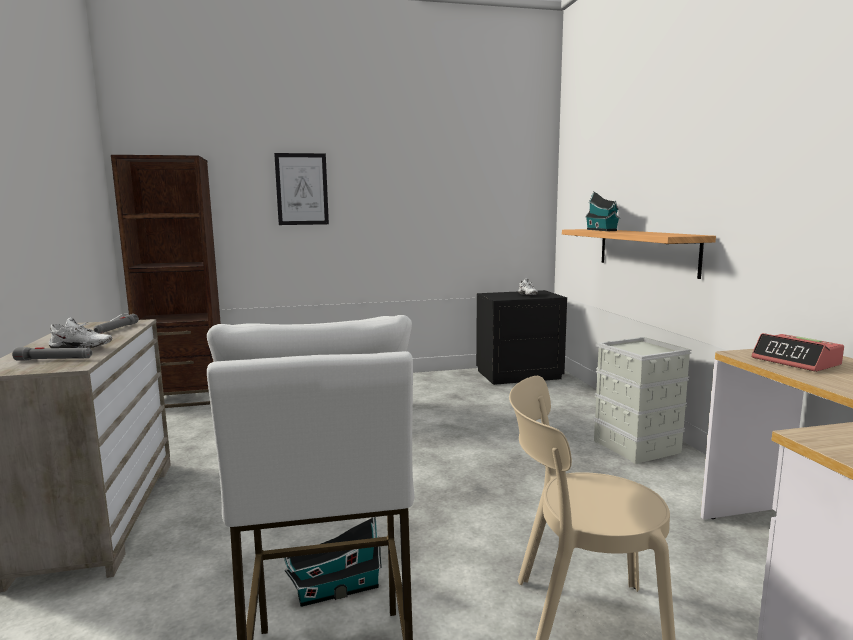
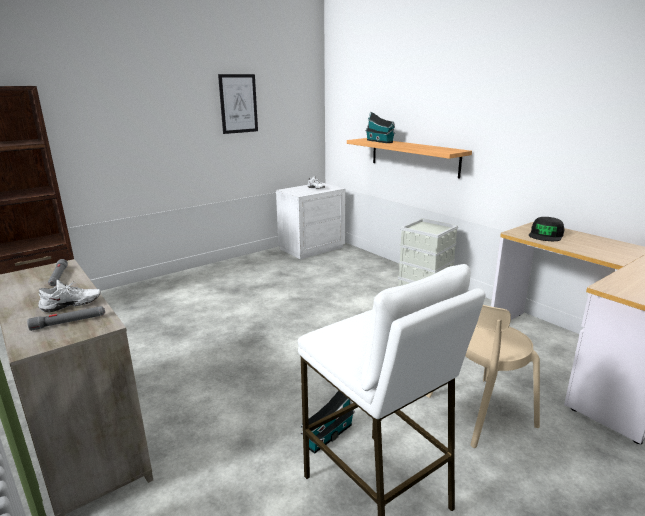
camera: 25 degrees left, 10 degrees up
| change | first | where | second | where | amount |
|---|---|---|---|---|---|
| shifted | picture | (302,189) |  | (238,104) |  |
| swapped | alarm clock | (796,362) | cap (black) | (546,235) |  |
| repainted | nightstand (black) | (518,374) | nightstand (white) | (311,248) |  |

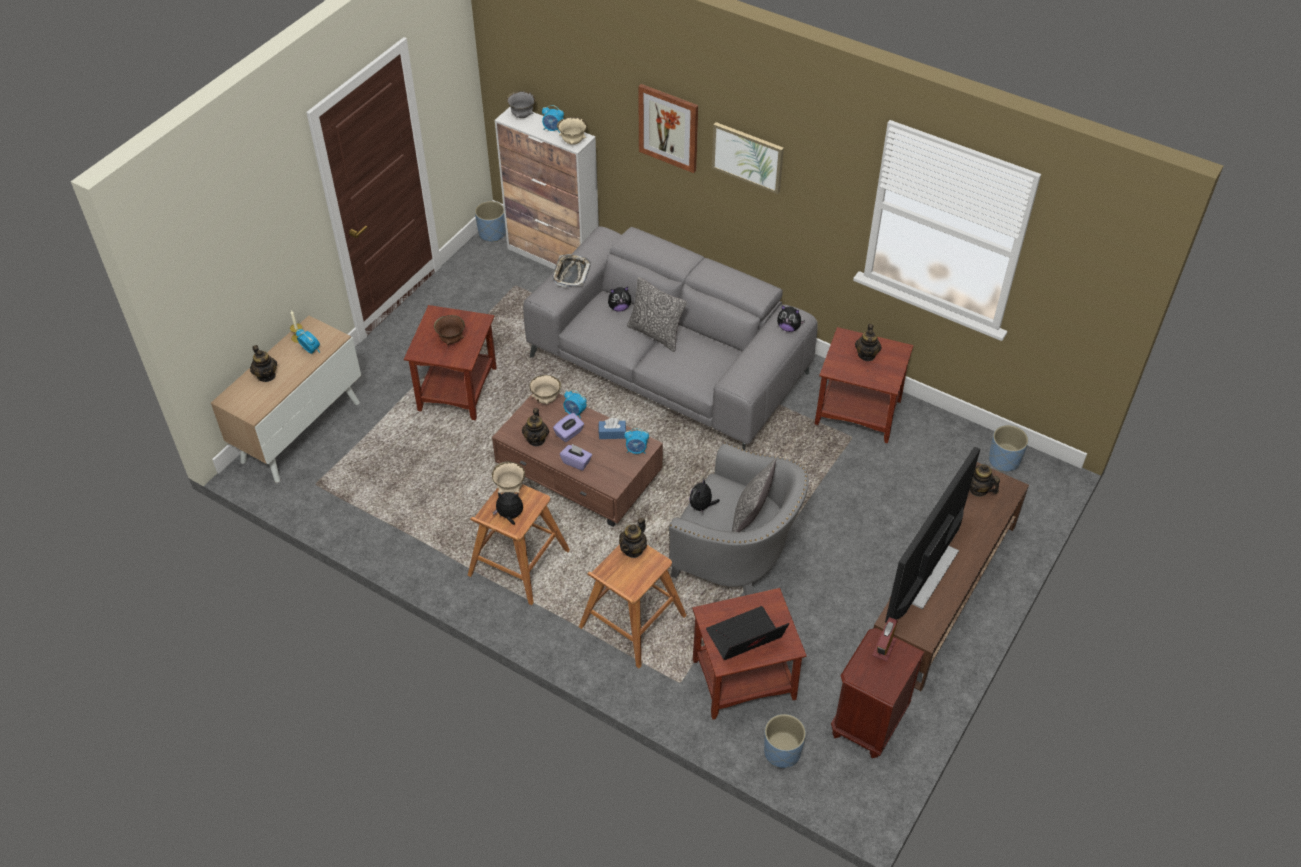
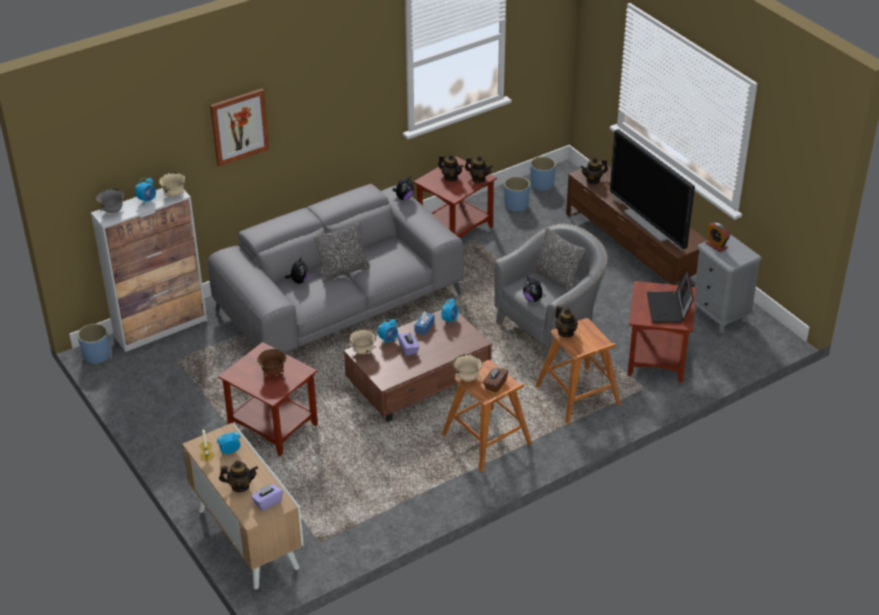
camera: 65 degrees left, 10 degrees down
| change | first | where | second | where | amount |
|---|---|---|---|---|---|
| gone | tray | (571,273) |  |  |  |
| gone | picture | (747,157) |  |  |  |
| shifted | teapot | (536,439) |  | (478,179) |  |
| shifted | tissue box (purple) | (576,462) |  | (267,502) |  |
| shifted | planter (blue) | (782,752) |  | (516,205) |  |
| swapped | plush toy | (510,516) | tissue box (brown) | (495,385) |  |
| repainted | nightstand (brown) | (868,723) | nightstand (grey) | (719,314) |  |

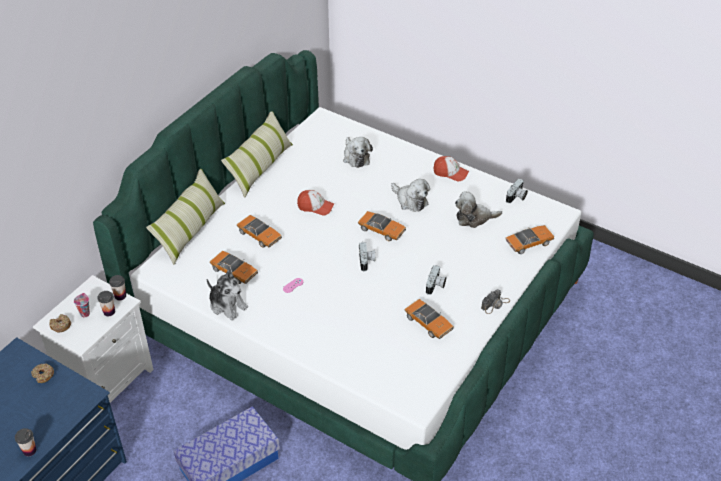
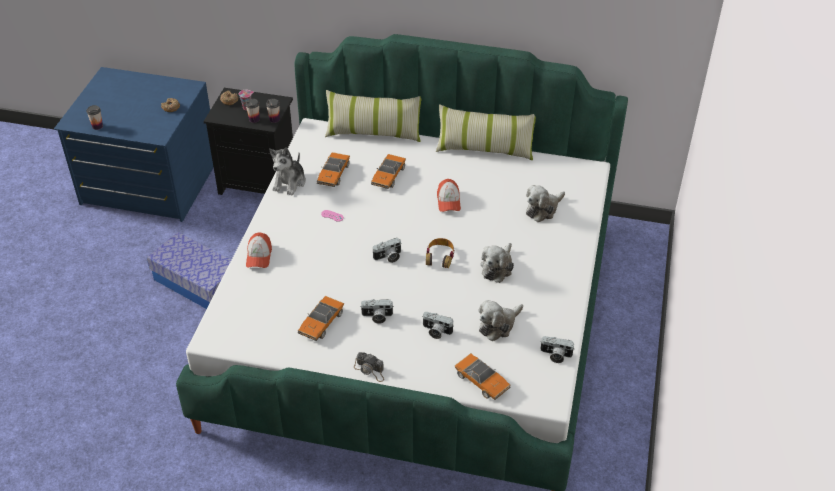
camera: 70 degrees right, 0 degrees up
| change | first | where | second | where | amount |
|---|---|---|---|---|---|
| new |  |  | photo camera | (436,331) |  |
| shifted | cap | (450,173) |  | (259,256) |  |
| swapped | toy car | (381,230) | headphones | (439,256) |  |
| repainted | nightstand (white) | (106,380) | nightstand (black) | (260,182) |  |
| rotated | plush toy | (474,218) |  | (498,325) | 105 degrees counterclockwise |

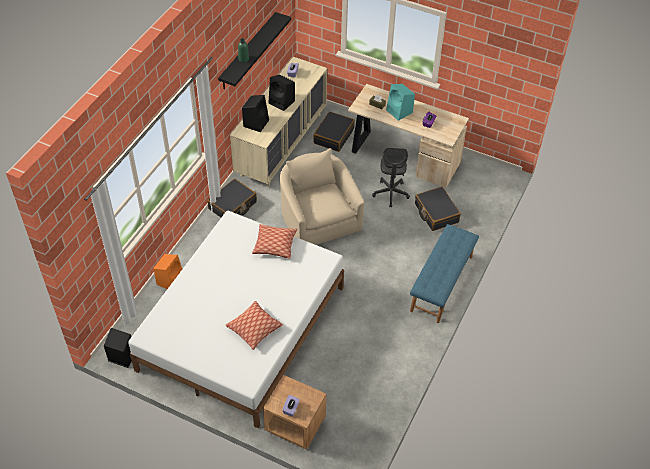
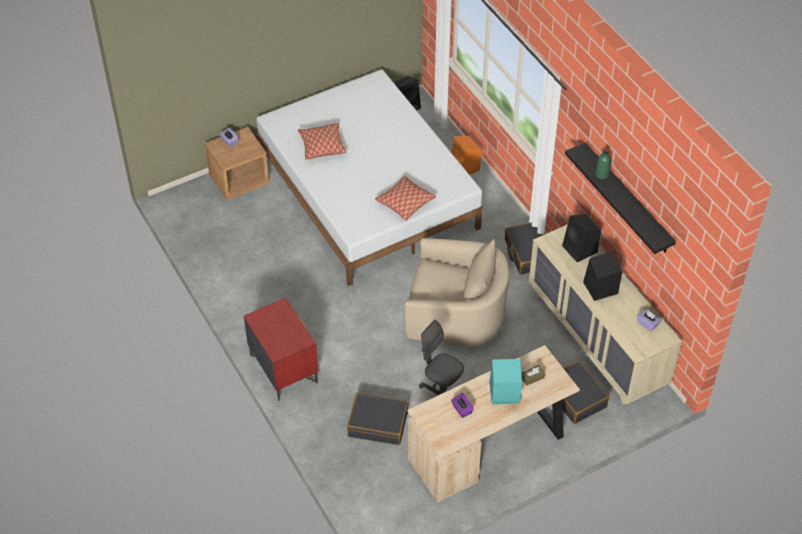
camera: 125 degrees right, 0 degrees up
| change | first | where | second | where | amount |
|---|---|---|---|---|---|
| swapped | bench (blue) | (442,284) | nightstand (red) | (283,368) |  |

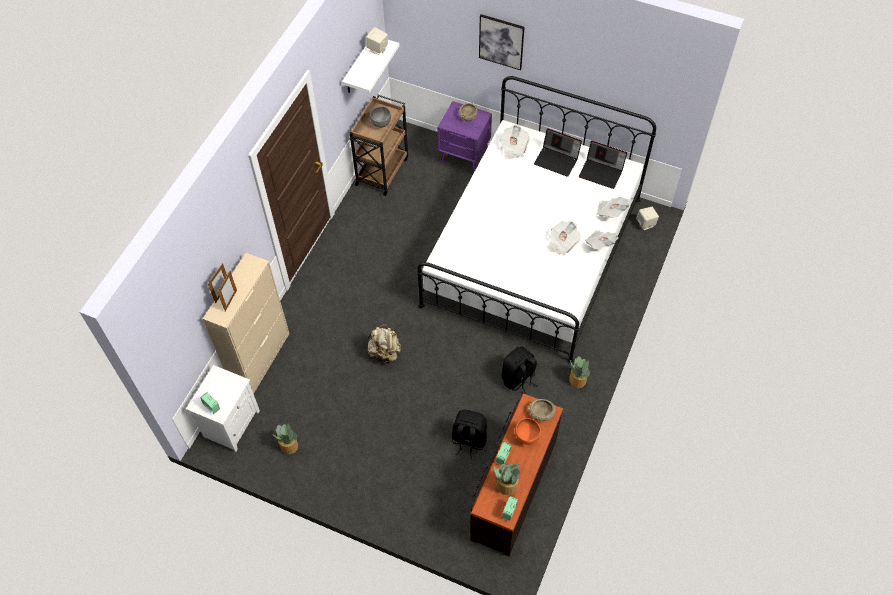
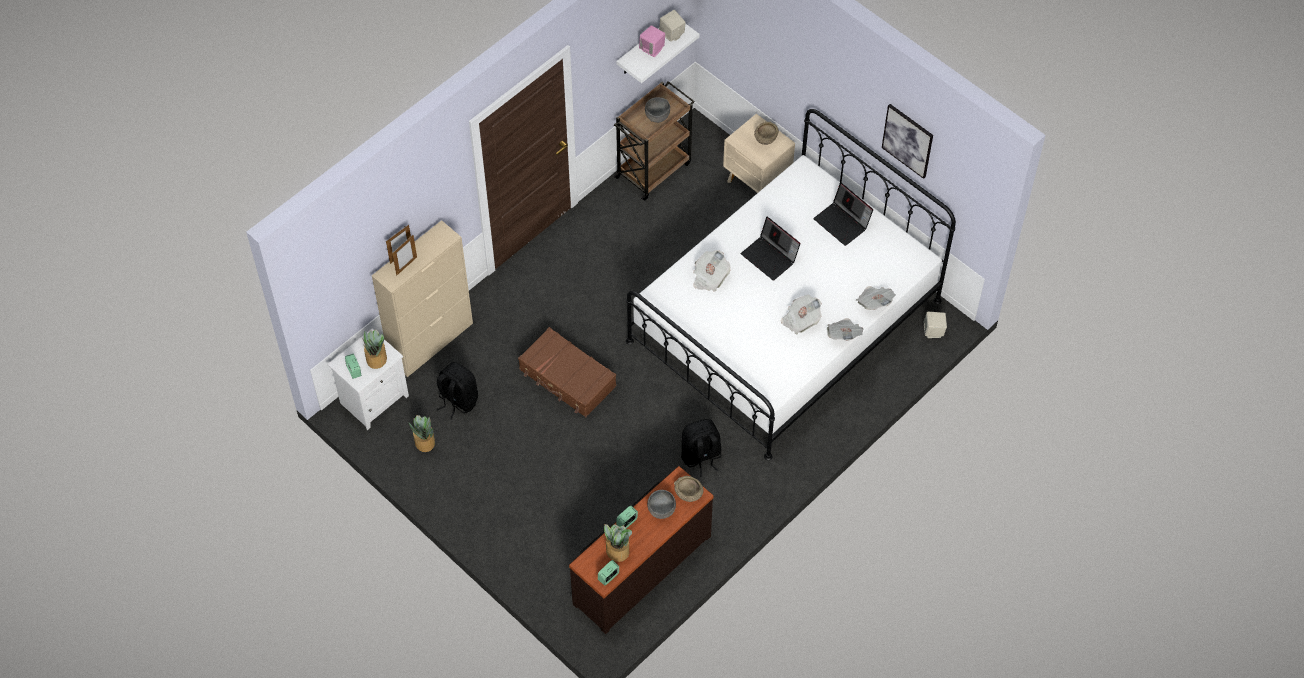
camera: 20 degrees right, 0 degrees up
| change | first | where | second | where | amount |
|---|---|---|---|---|---|
| new |  |  | speaker (pink) | (652,49) |  |
| shifted | backpack (black) | (468,440) |  | (457,400) |  |
| shifted | picture | (501,41) |  | (908,140) |  |
| shifted | newspaper | (513,148) |  | (709,277) |  |
| shifted | potted plant | (577,380) |  | (376,359) |  |
| shifted | laptop | (601,172) |  | (770,257) |  |
| swapped | backpack (beige) | (385,352) | suitcase (brown) | (567,378) |  |
| repainted | nightstand (purple) | (465,157) | nightstand (beige) | (758,184) |  |
| repainted | bowl (orange) | (527,437) | bowl (grey) | (661,511) |  |

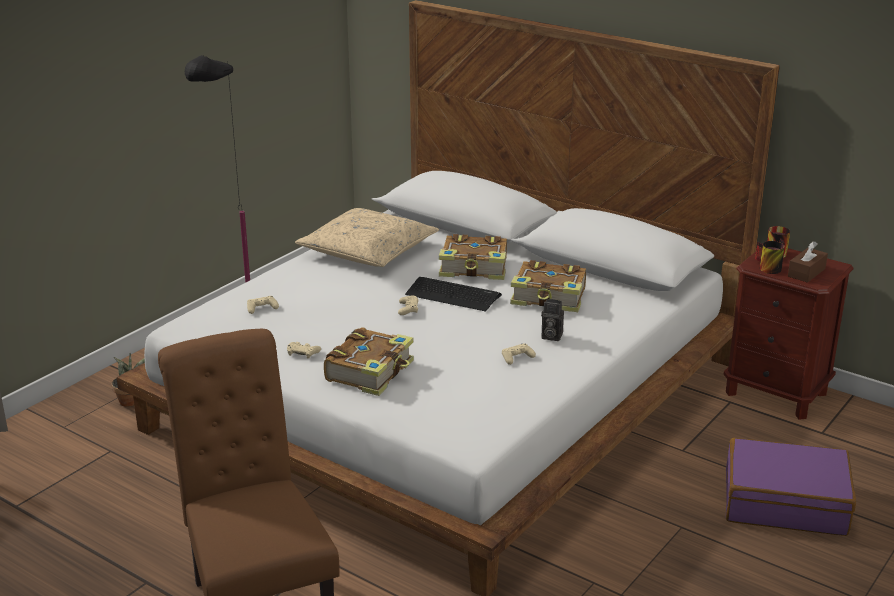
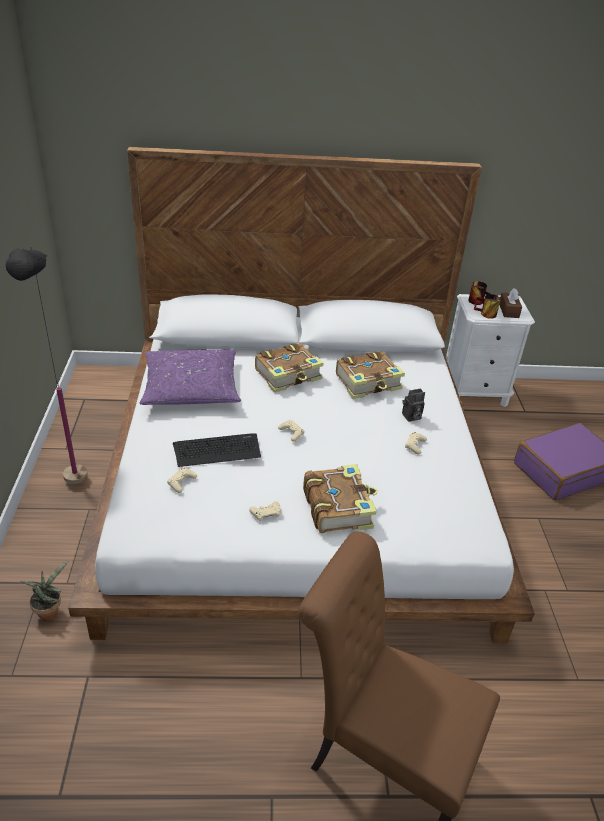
camera: 40 degrees left, 10 degrees up
| change | first | where | second | where | amount |
|---|---|---|---|---|---|
| shifted | keyboard | (452,295) |  | (217,450) |  |
| repainted | pillow (beige) | (368,251) | pillow (purple) | (191,388) |  |
| repainted | nightstand (brown) | (776,393) | nightstand (white) | (474,393) |  |

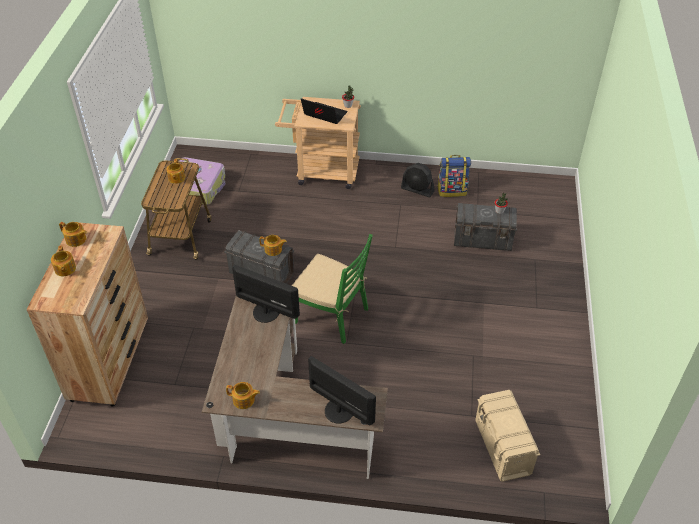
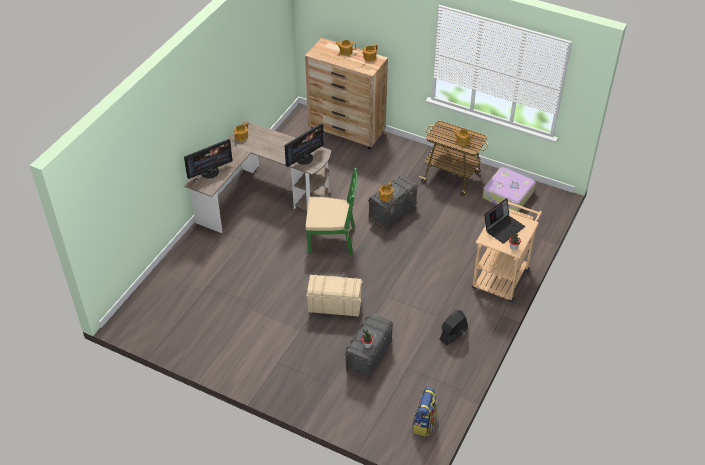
camera: 110 degrees right, 0 degrees up
| change | first | where | second | where | amount |
|---|---|---|---|---|---|
| shifted | backpack | (452,190) |  | (424,423) |  |
| shifted | storage box (beige) | (502,448) |  | (334,306) |  |
| rotated | chair (green) | (332,315) |  | (332,239) | 135 degrees counterclockwise |

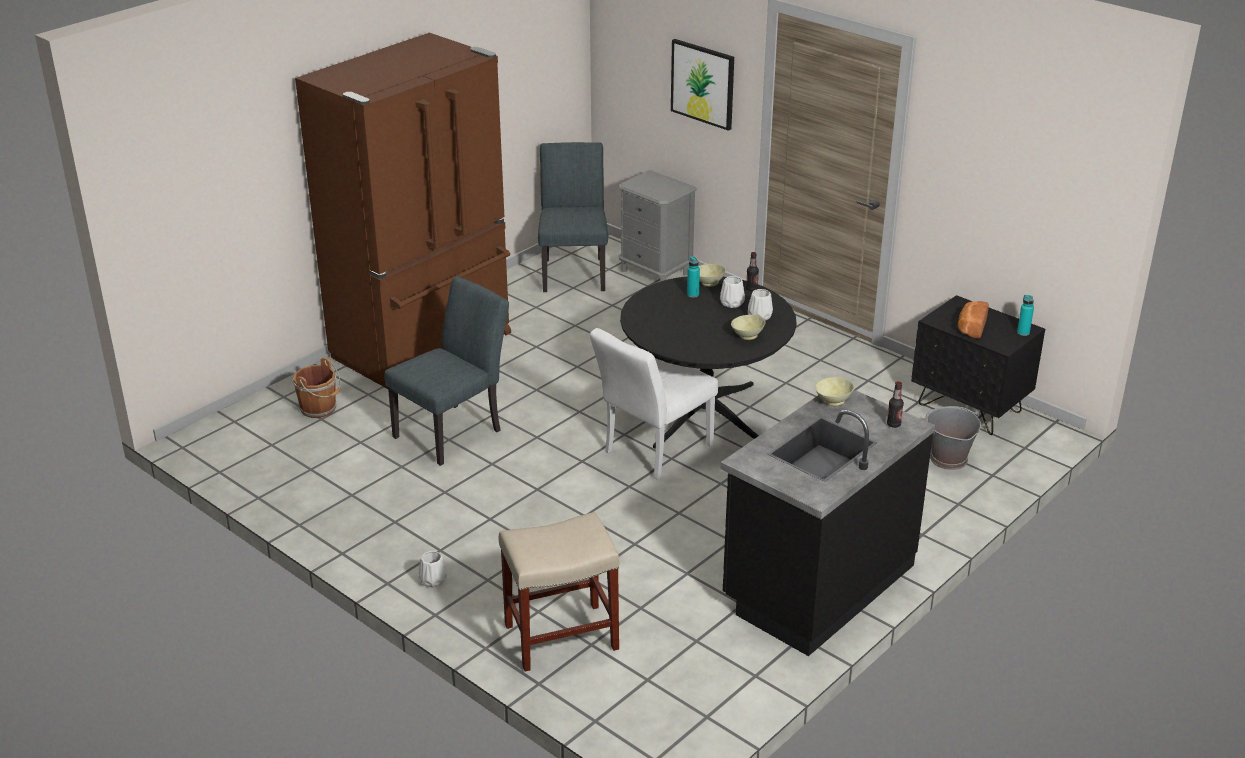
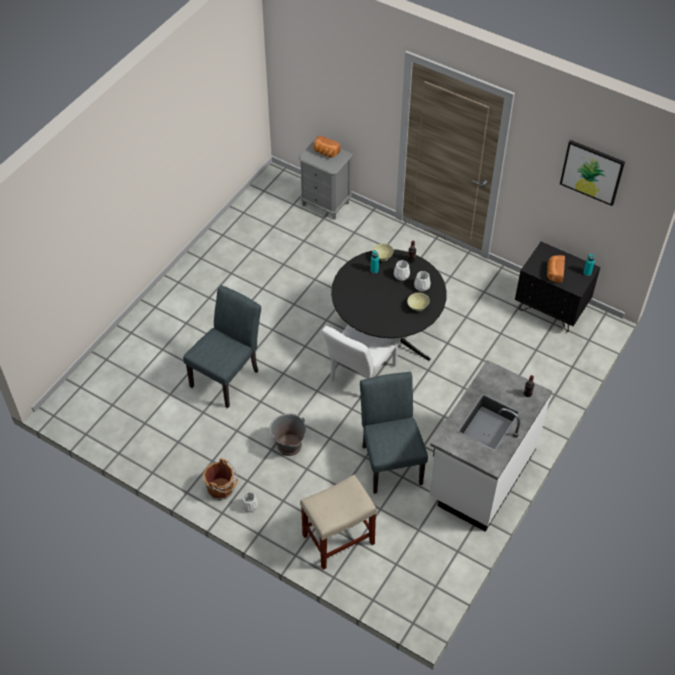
camera: 10 degrees left, 20 degrees up
| change | first | where | second | where | amount |
|---|---|---|---|---|---|
| gone | fridge (brown) | (425,347) |  |  |  |
| gone | bowl (beige) | (833,401) |  |  |  |
| new |  |  | bread | (325,152) |  |
| shifted | bucket (brown) | (320,409) |  | (222,489) |  |
| shifted | chair (grey) | (574,271) |  | (390,460) |  |
| shifted | picture | (703,83) |  | (592,172) |  |
| shifted | bucket (grey) | (948,459) |  | (289,445) |  |
| repainted | counter (black) | (817,584) | counter (white) | (481,474) |  |

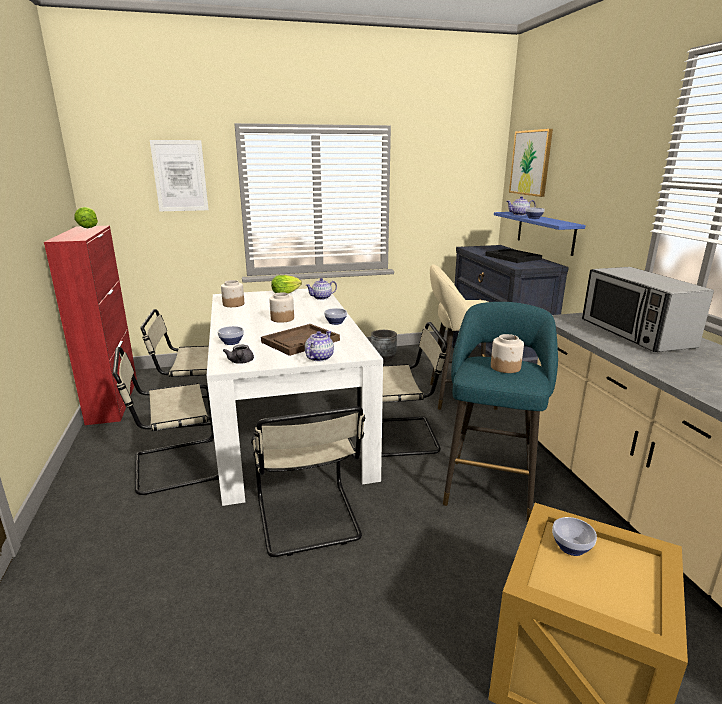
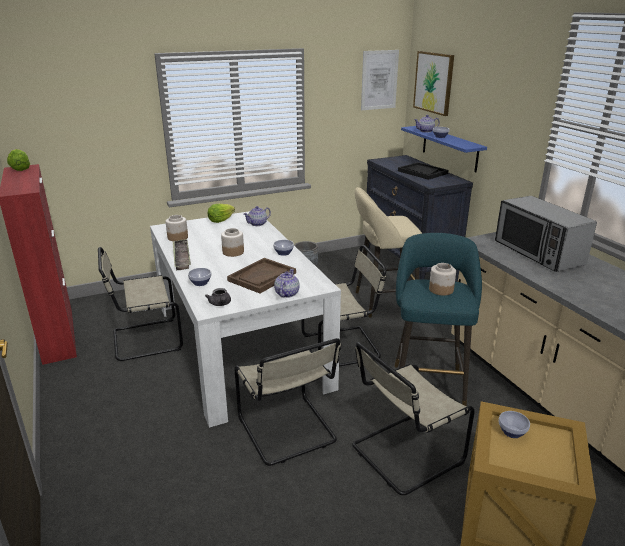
camera: 10 degrees left, 5 degrees up
| change | first | where | second | where | amount |
|---|---|---|---|---|---|
| new |  |  | tray | (181,257) |  |
| shifted | chair (beige) | (174,466) |  | (403,455) |  |
| shifted | picture | (180,176) |  | (379,80) |  |

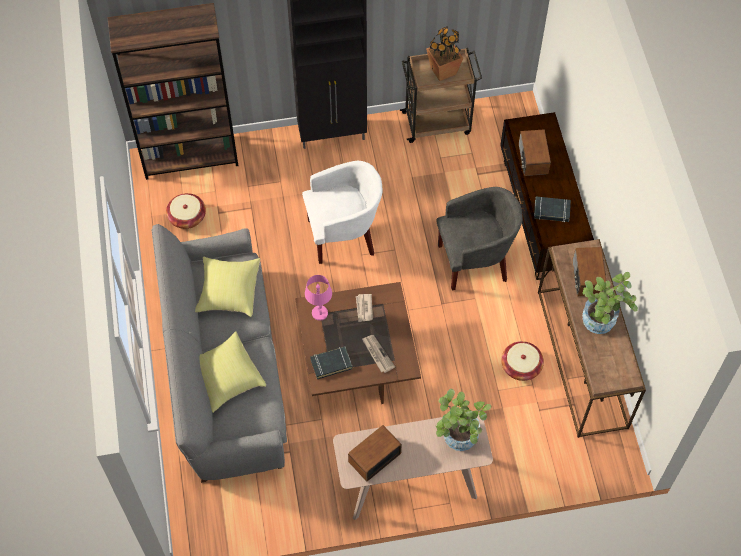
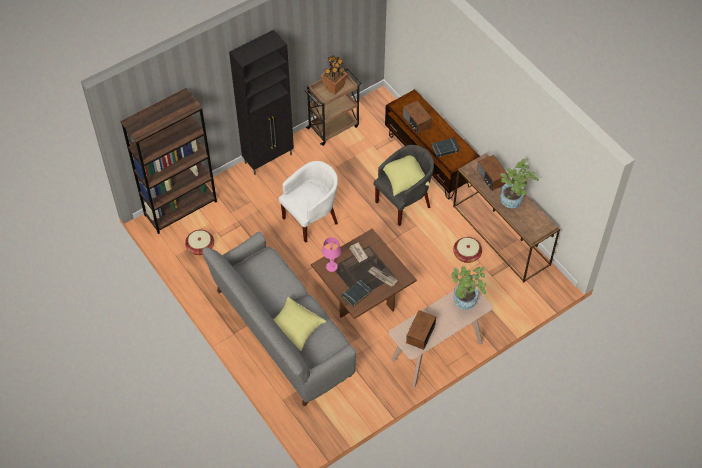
camera: 25 degrees left, 5 degrees down
| change | first | where | second | where | amount |
|---|---|---|---|---|---|
| shifted | pillow (yellow) | (228,291) |  | (403,179) |  |

